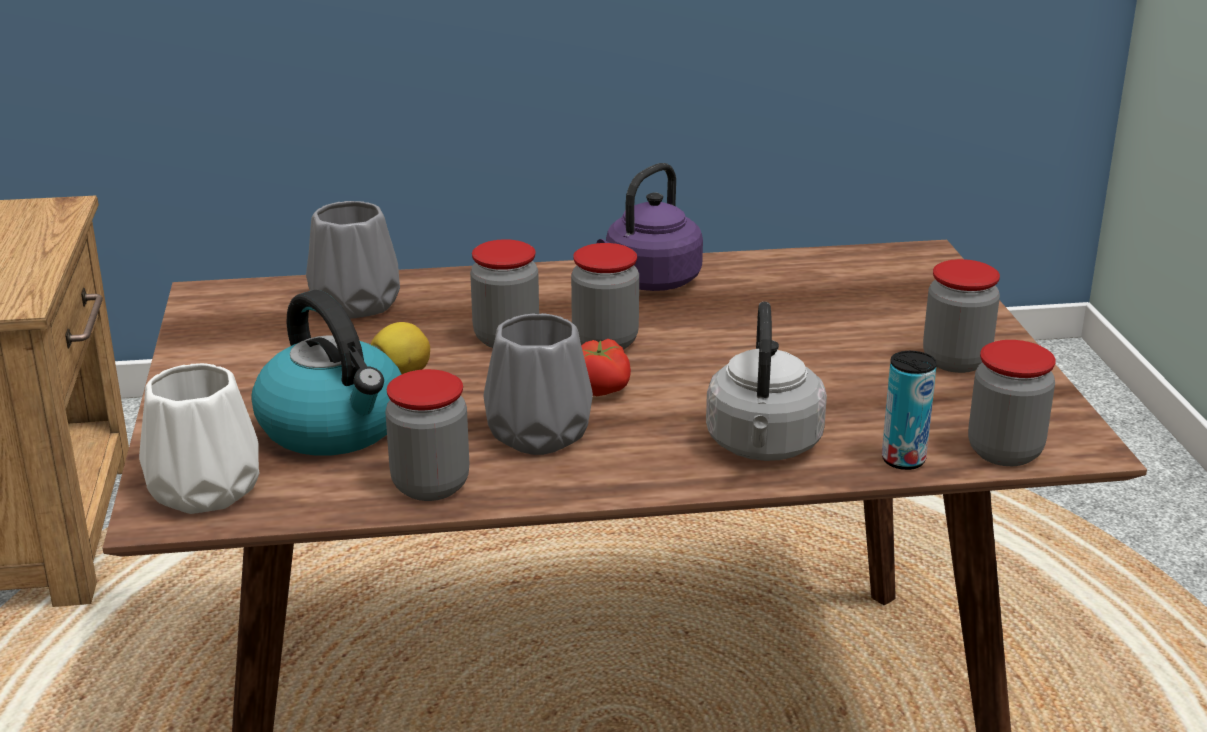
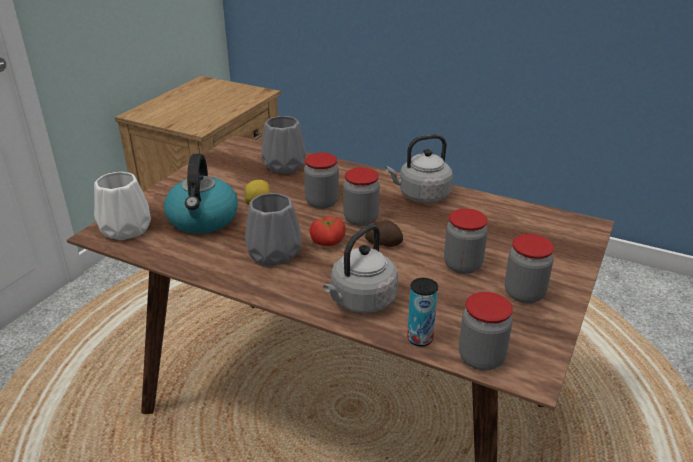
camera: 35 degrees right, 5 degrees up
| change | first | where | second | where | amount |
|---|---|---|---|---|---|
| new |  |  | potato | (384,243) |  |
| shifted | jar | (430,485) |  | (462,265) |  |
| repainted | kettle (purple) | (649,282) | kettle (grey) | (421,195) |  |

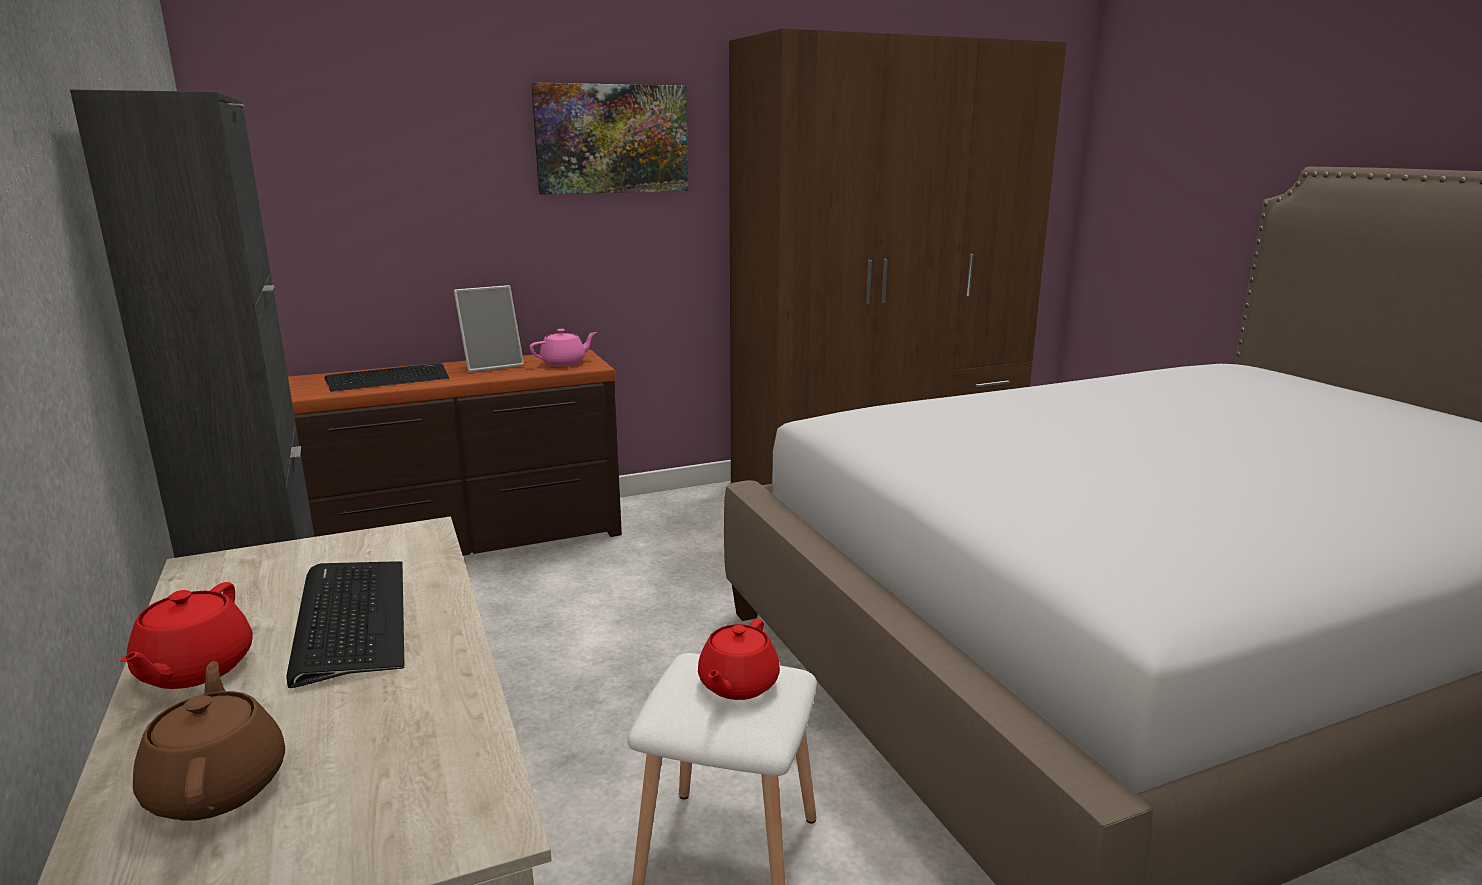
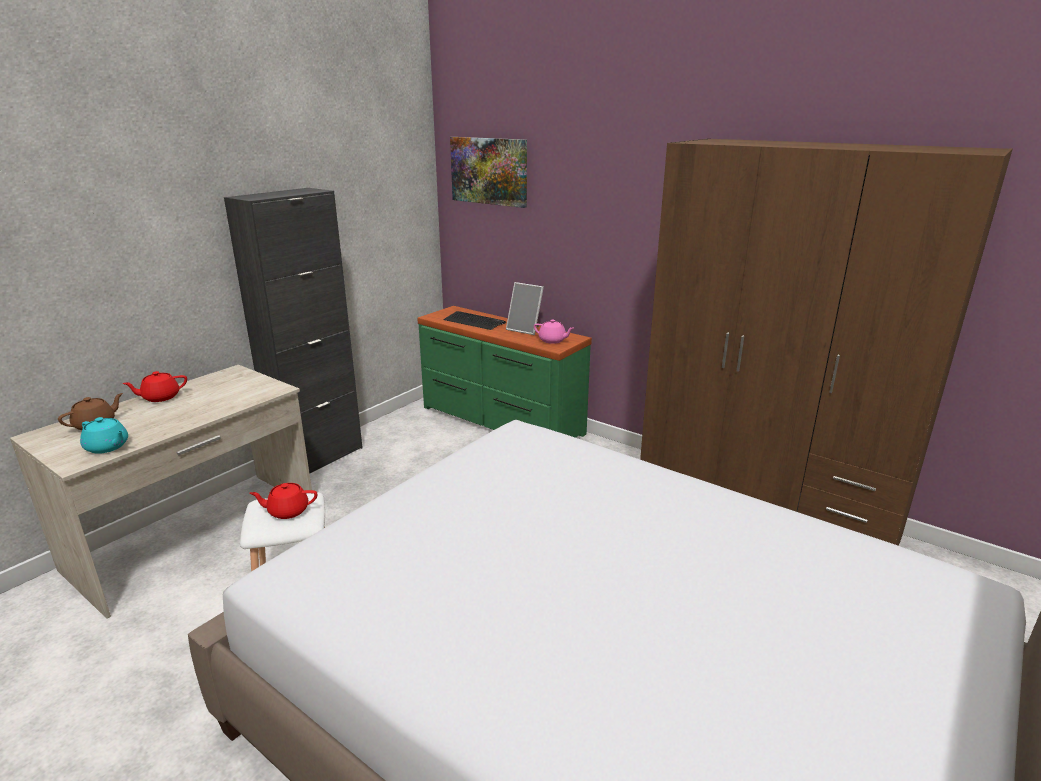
camera: 60 degrees right, 5 degrees up
| change | first | where | second | where | amount |
|---|---|---|---|---|---|
| gone | keyboard | (350,619) |  |  |  |
| new |  |  | teapot (turquoise) | (107,447) |  |
| shifted | picture | (612,139) |  | (489,171) |  |
| repainted | dresser (brown) | (466,543) | dresser (green) | (500,421) |  |

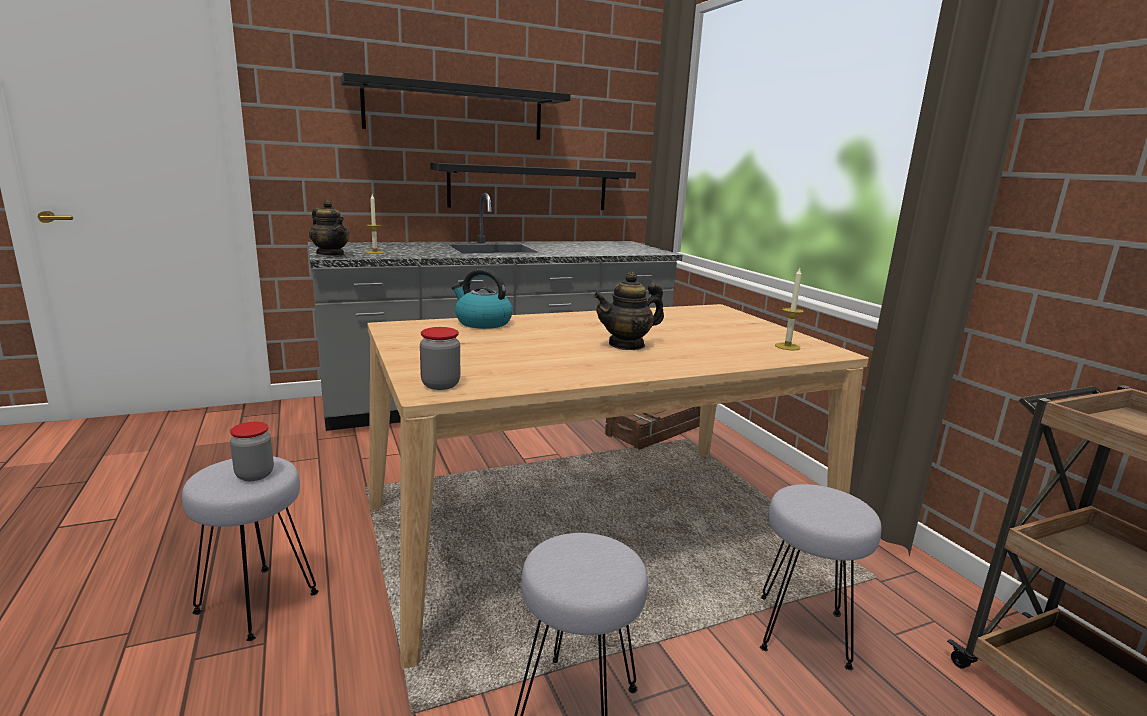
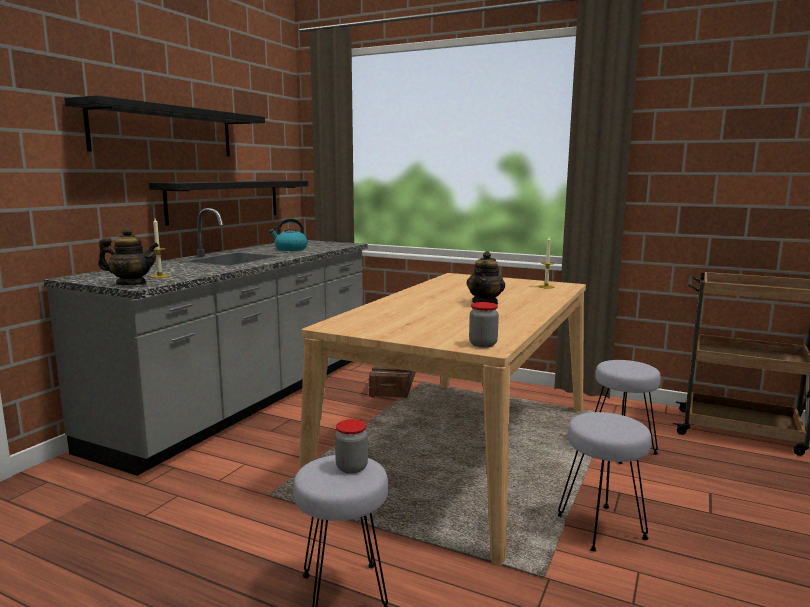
camera: 40 degrees left, 5 degrees down
| change | first | where | second | where | amount |
|---|---|---|---|---|---|
| shifted | kettle | (482,323) |  | (290,249) |  |

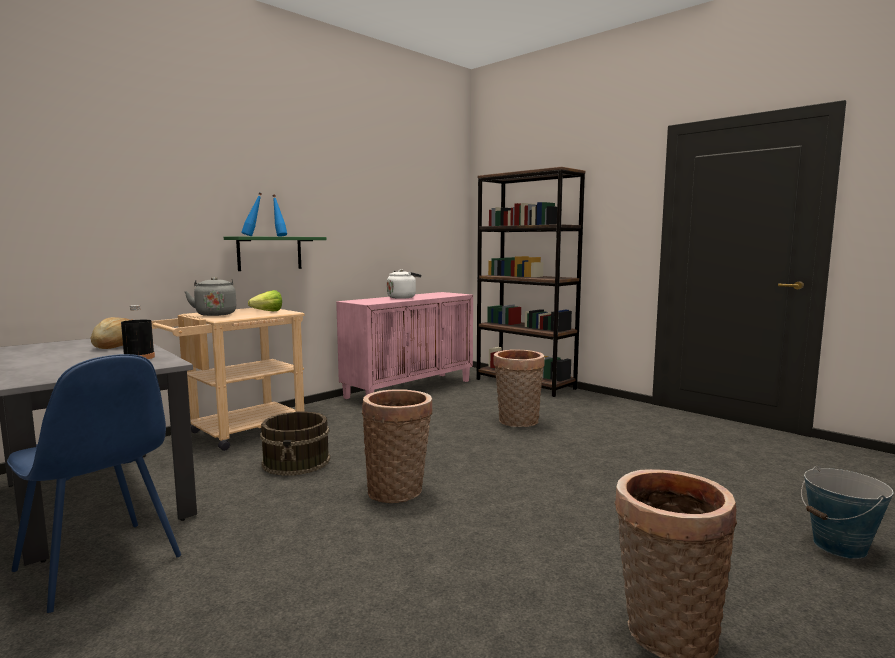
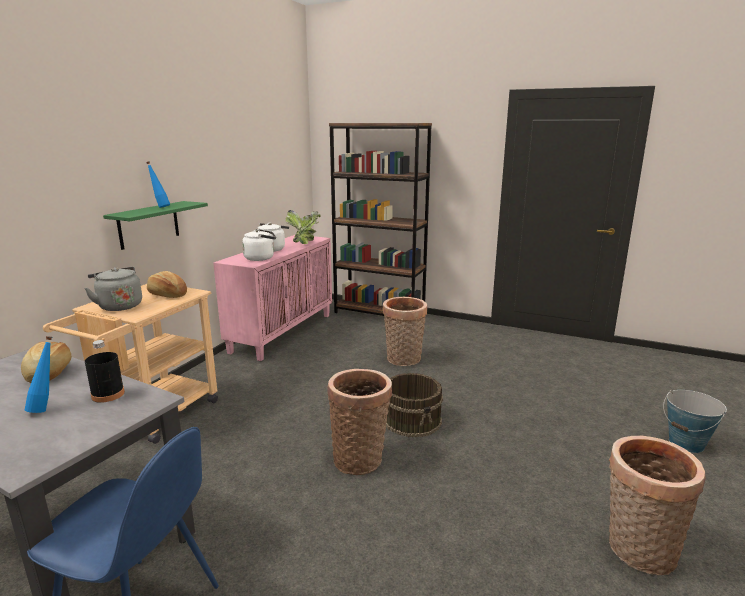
camera: 20 degrees left, 10 degrees up
| change | first | where | second | where | amount |
|---|---|---|---|---|---|
| new |  |  | kettle (white) | (261,258) |  |
| new |  |  | potted plant | (304,243) |  |
| shifted | bottle (blue) | (253,236) |  | (47,408) |  |
| shifted | bucket (brown) | (297,462) |  | (412,420) |  |
| swapped | lettuce | (264,312) | bread | (167,294) |  |

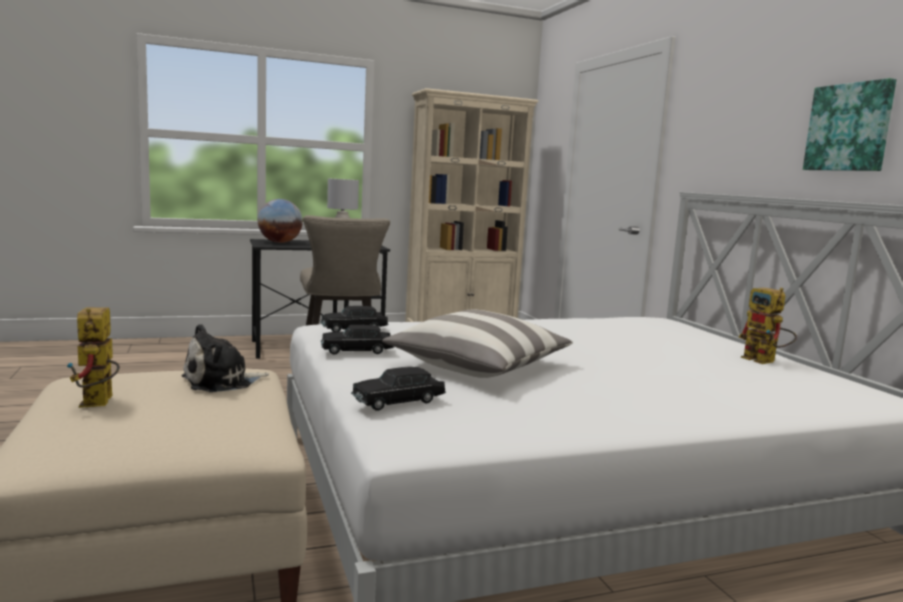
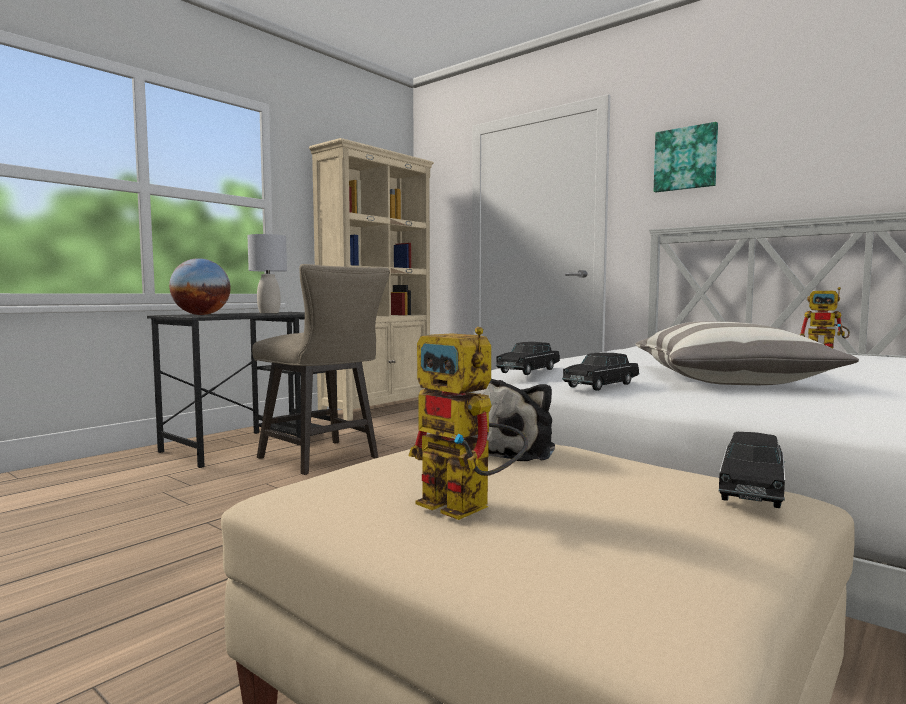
camera: 30 degrees left, 5 degrees down
| change | first | where | second | where | amount |
|---|---|---|---|---|---|
| shifted | toy car (black) | (398,401) |  | (751,489) |  |
| shifted | picture | (850,127) |  | (685,159) |  |

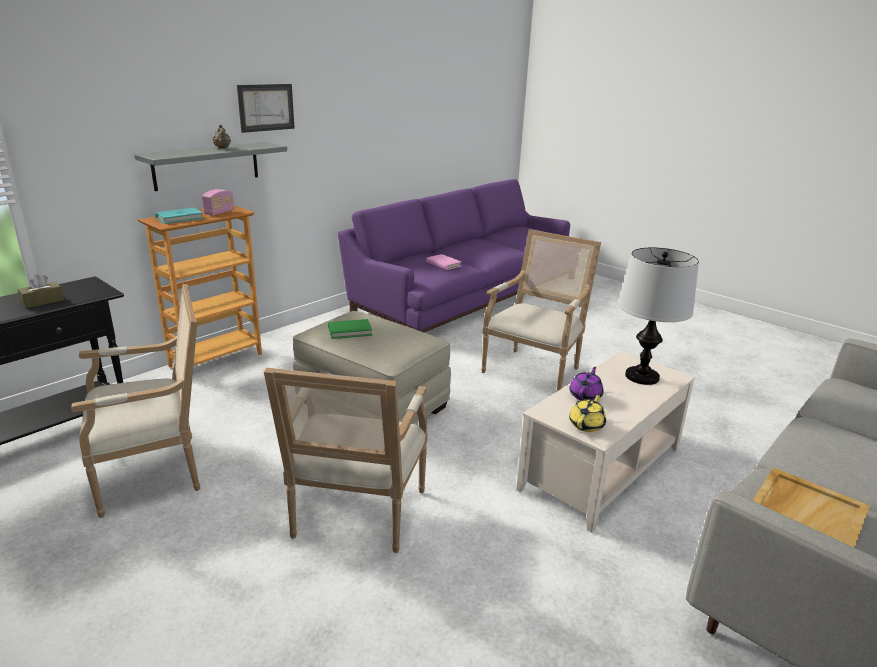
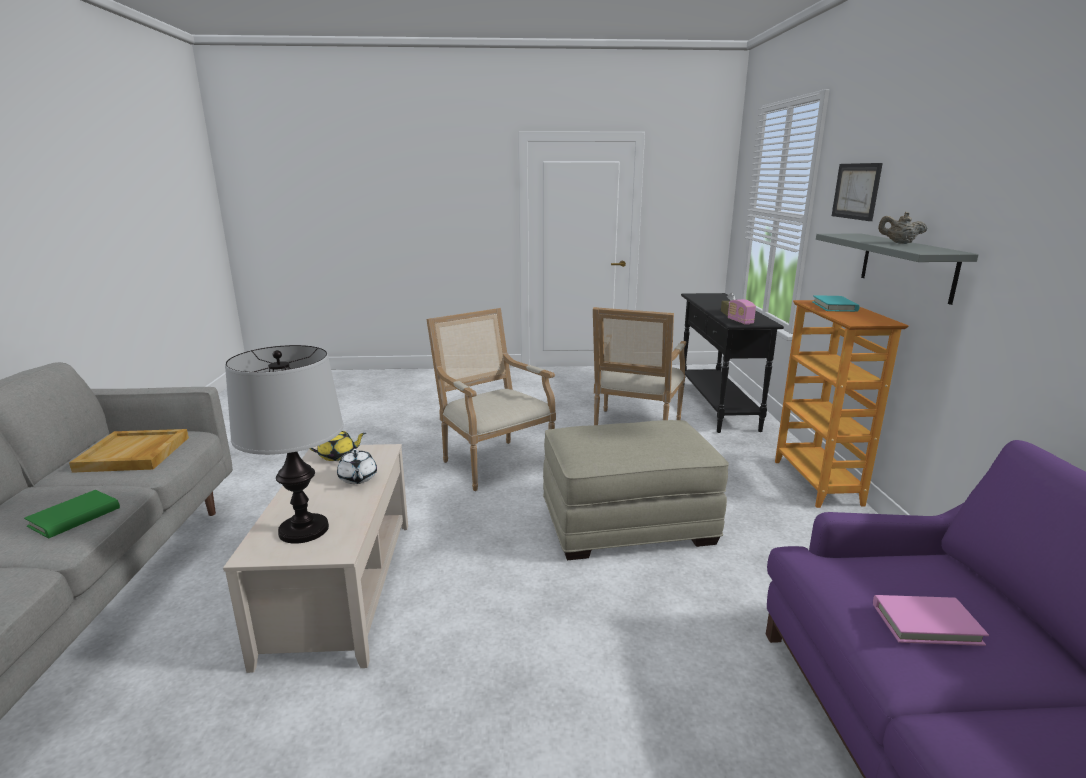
camera: 135 degrees right, 5 degrees down
| change | first | where | second | where | amount |
|---|---|---|---|---|---|
| gone | armchair | (534,370) |  |  |  |
| shifted | radio | (219,213) |  | (740,321) |  |
| shifted | picture | (266,107) |  | (856,191) |  |
| shifted | book (green) | (350,331) |  | (75,517) |  |
| repainted | teapot (purple) | (585,395) | teapot (white) | (357,478) |  |
| rotated | teapot (yellow) | (587,425) |  | (338,456) | 90 degrees counterclockwise |

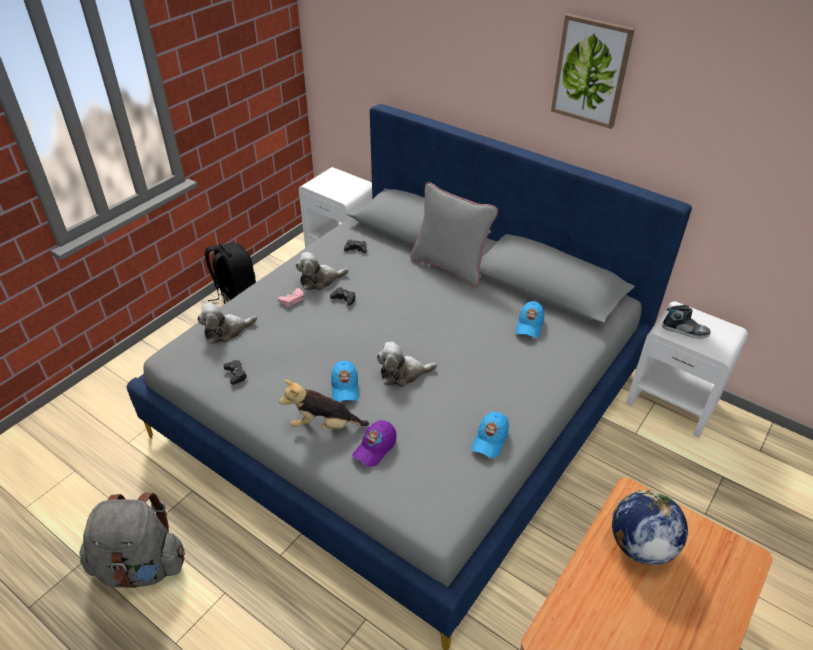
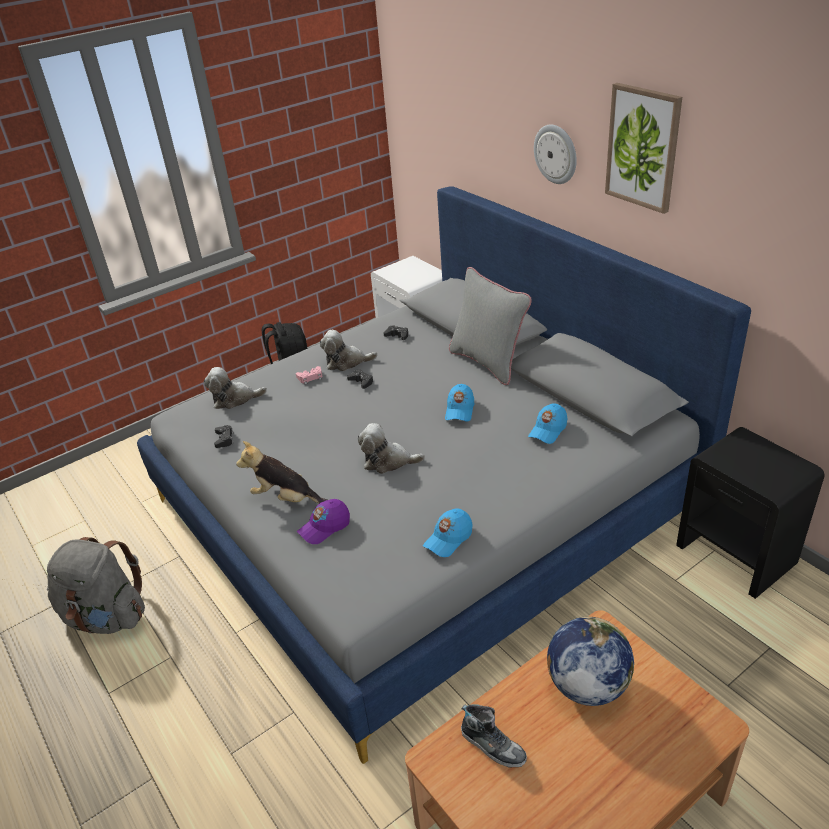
camera: 20 degrees right, 5 degrees down
| change | first | where | second | where | amount |
|---|---|---|---|---|---|
| new |  |  | wall clock | (556,154) |  |
| shifted | cap (blue) | (345,387) |  | (460,410) |  |
| shifted | shoe | (685,330) |  | (493,745) |  |
| repainted | nightstand (white) | (672,403) | nightstand (black) | (736,554) |  |

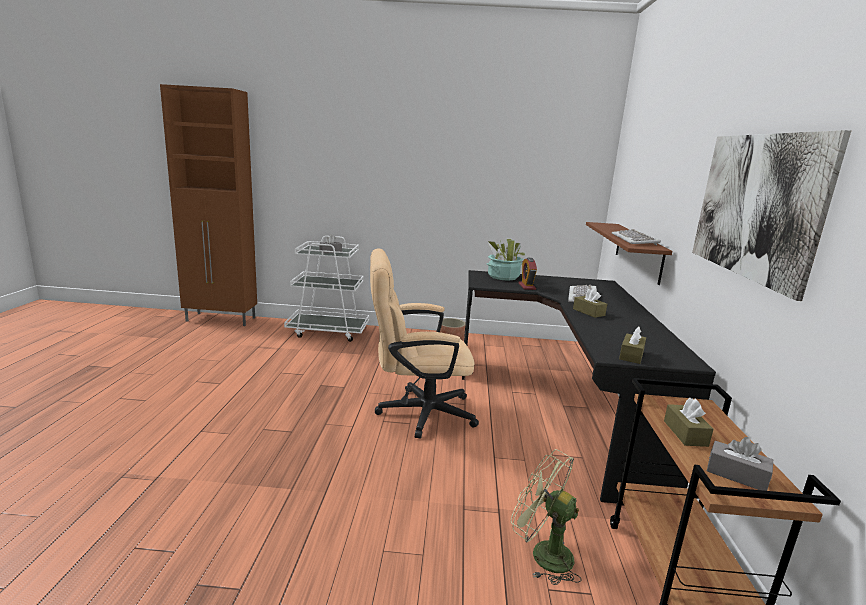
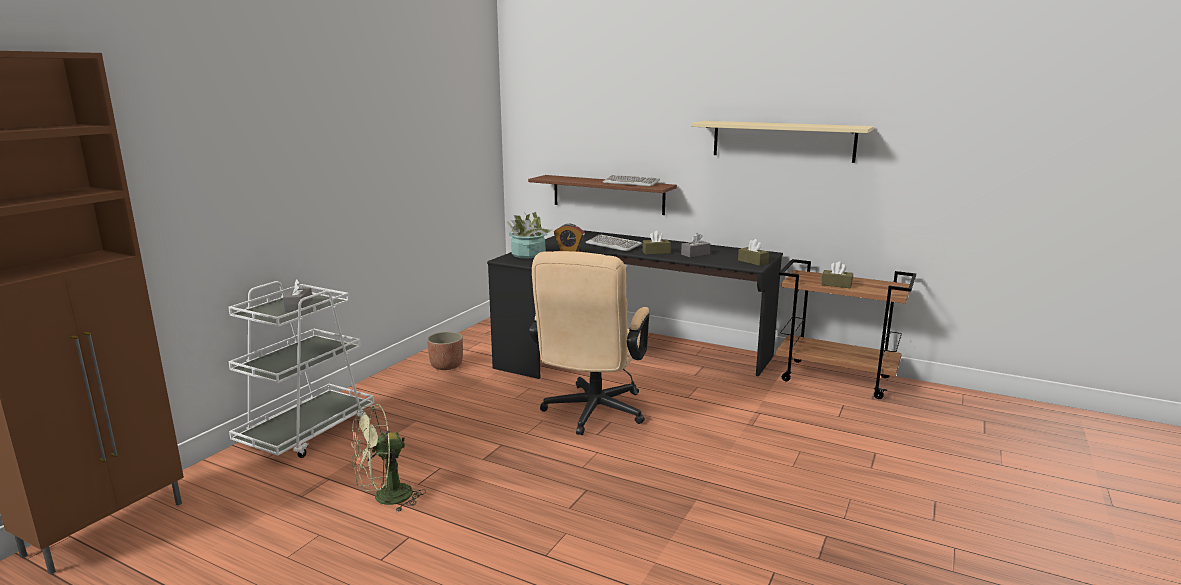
camera: 65 degrees left, 0 degrees up
| change | first | where | second | where | amount |
|---|---|---|---|---|---|
| shifted | fan (green) | (542,553) |  | (385,498) |  |
| shifted | tissue box (grey) | (736,475) |  | (695,254) |  |
| swapped | picture | (755,206) | shelf (beige) | (782,141) |  |

